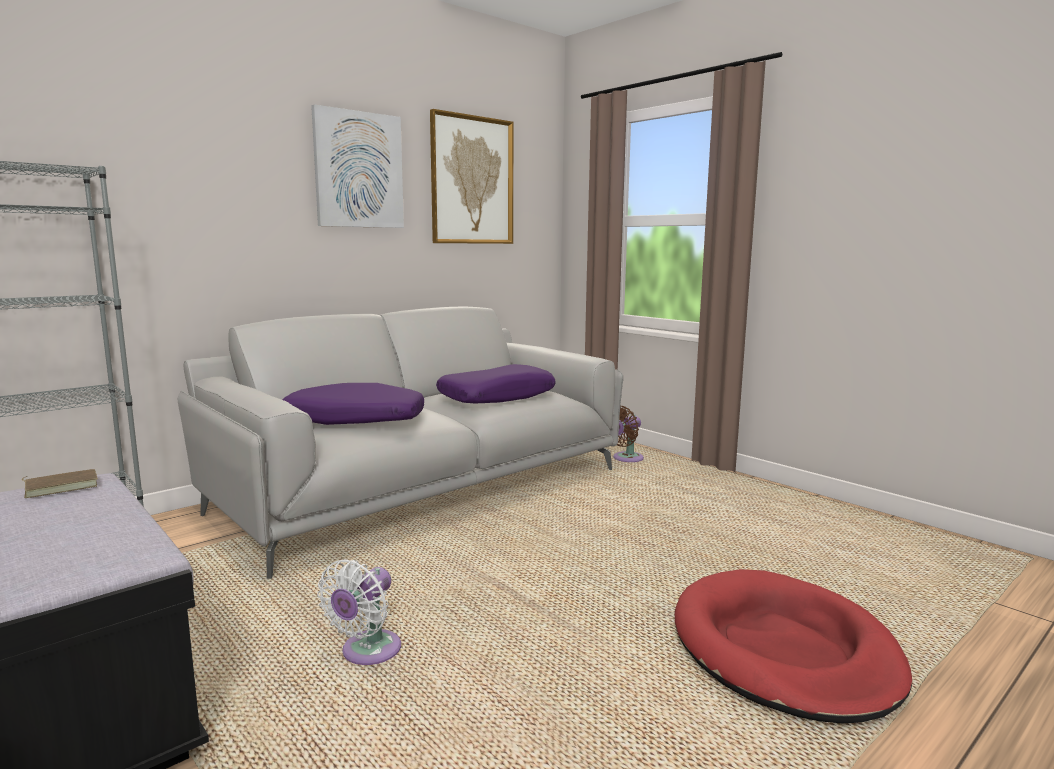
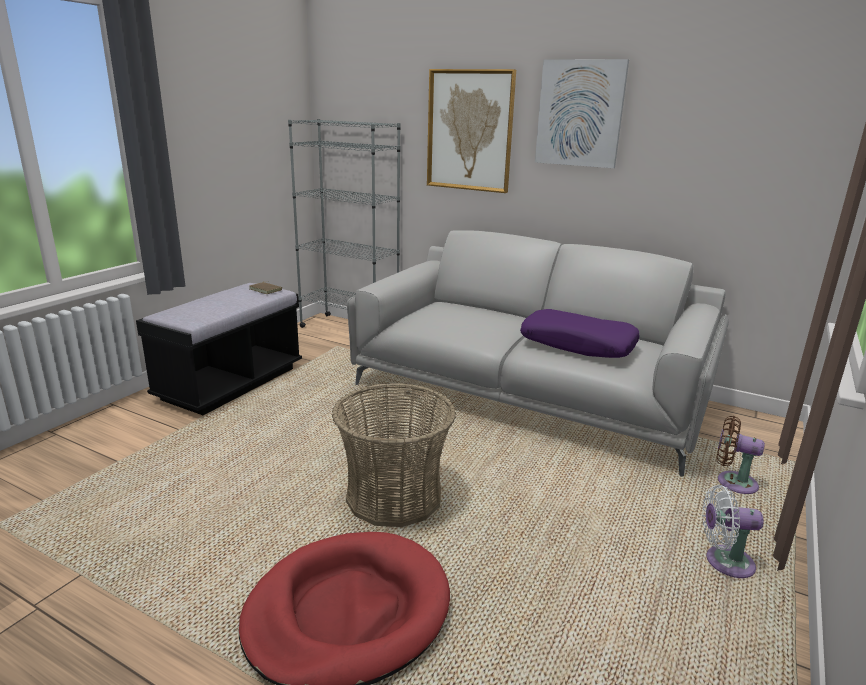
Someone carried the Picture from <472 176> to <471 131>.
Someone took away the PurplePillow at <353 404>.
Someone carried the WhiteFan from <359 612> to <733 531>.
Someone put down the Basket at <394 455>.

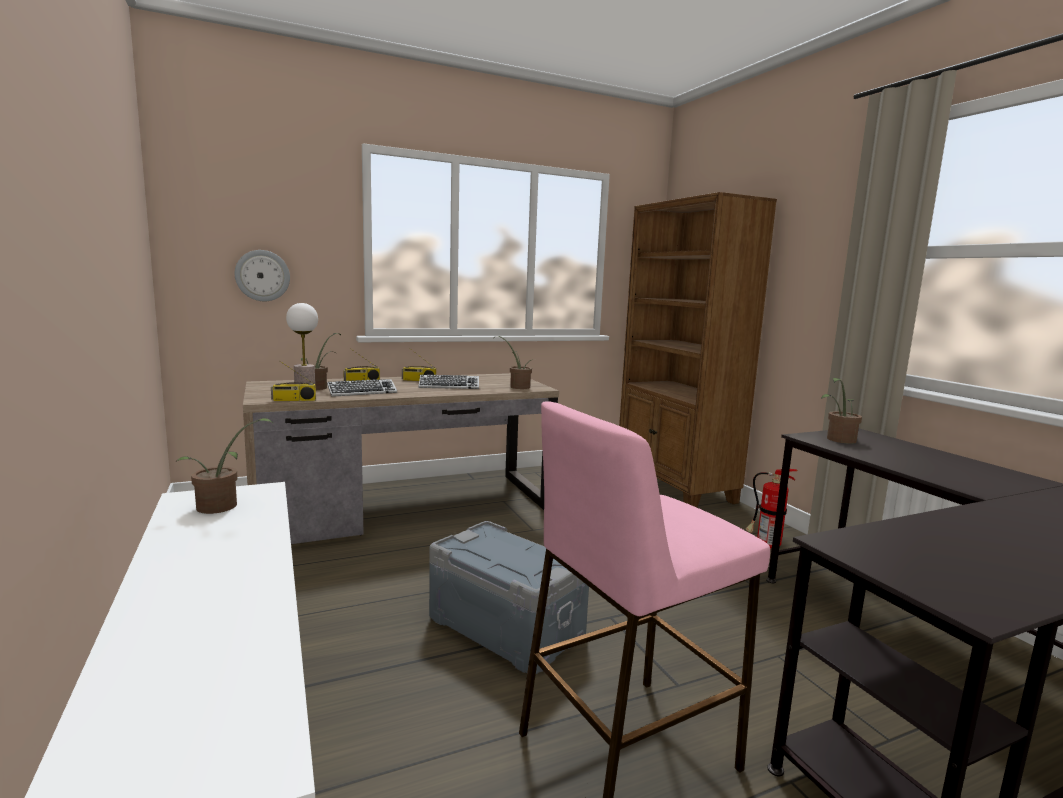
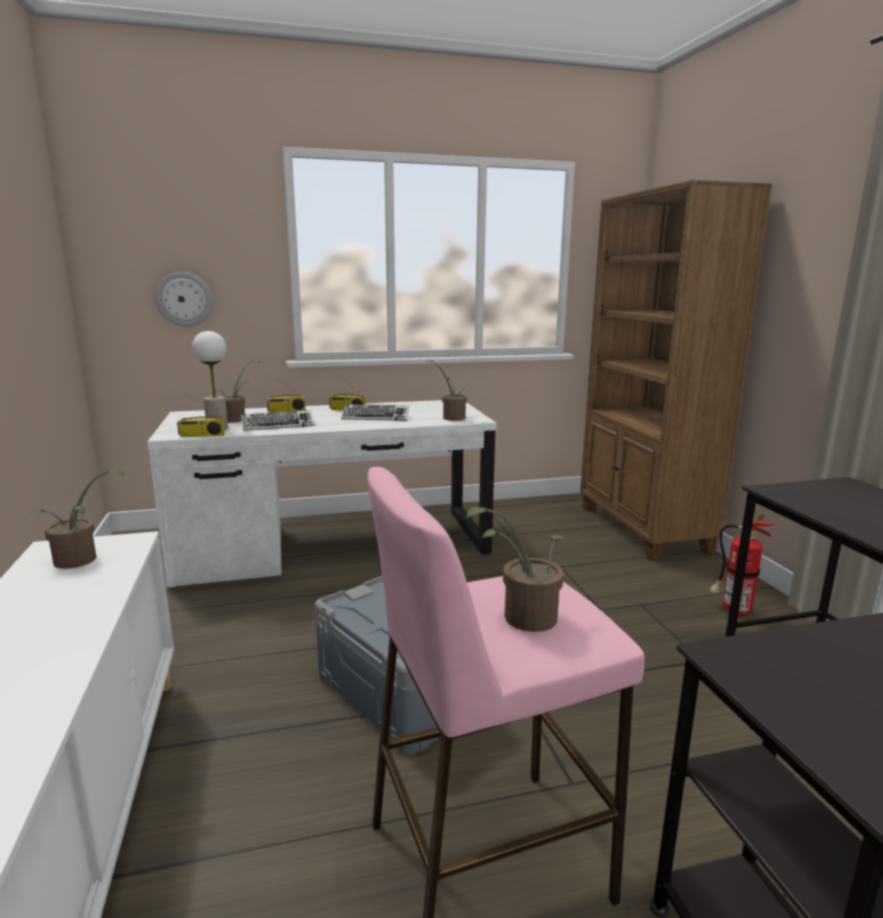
Someone repainted the BrownDesk at <401 458>, which became the WhiteDesk at <322 494>.
Someone carried the PottedPlant from <841 411> to <514 569>.

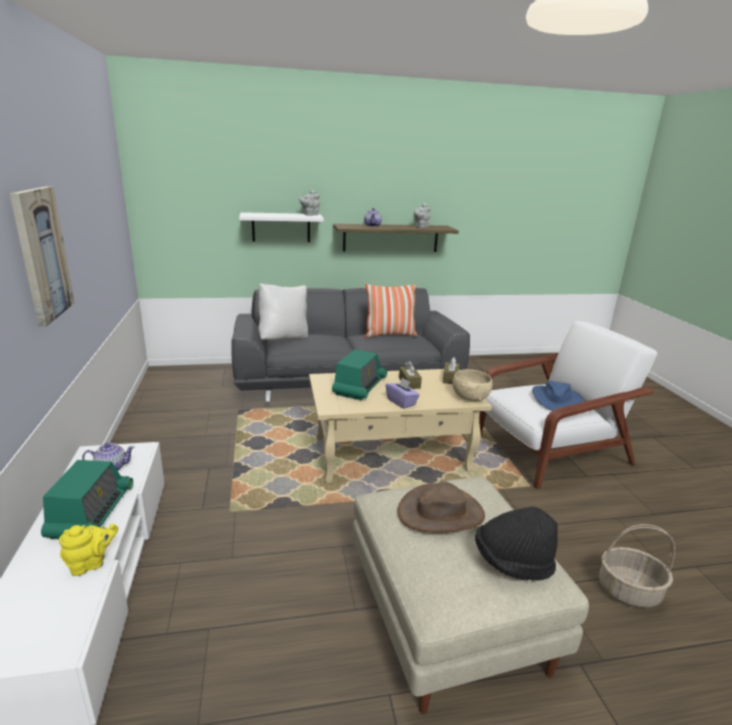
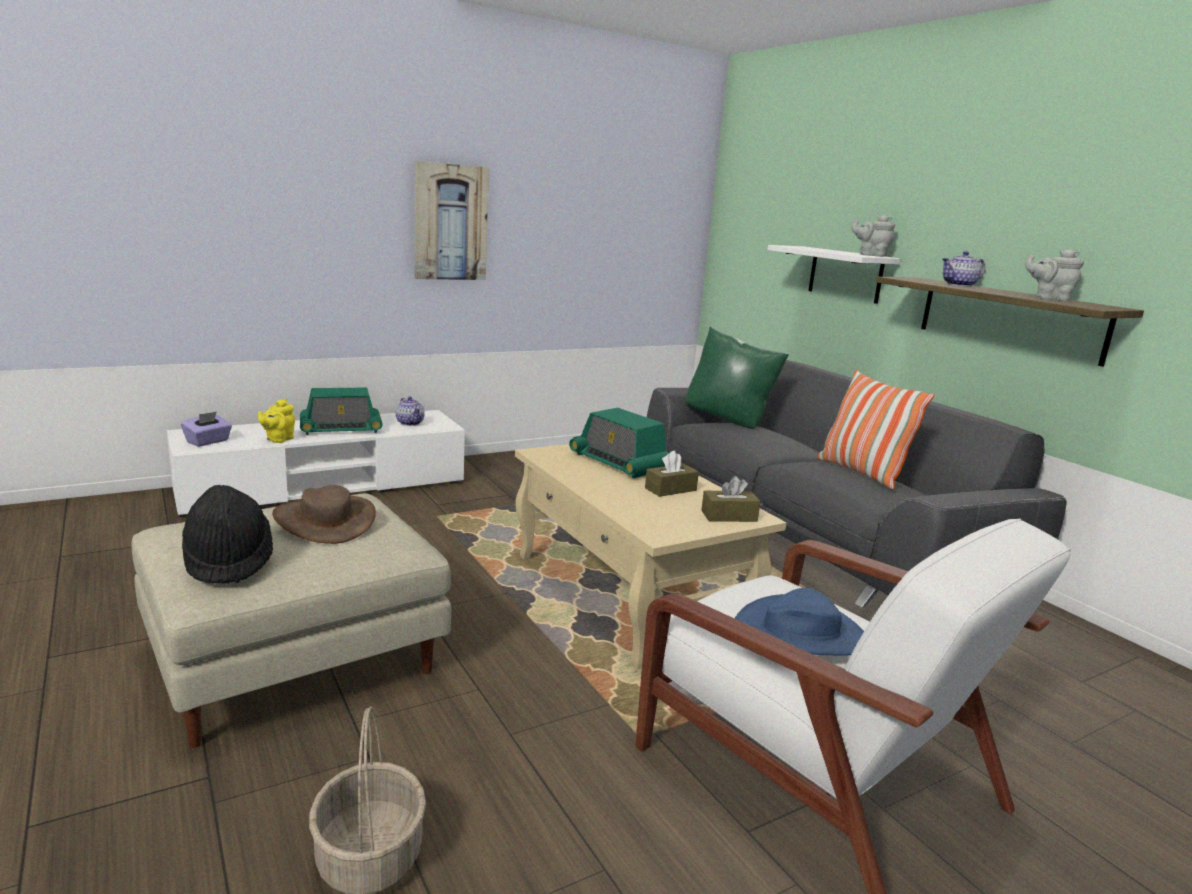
Someone repainted the WhitePillow at <283 311>, which became the GreenPillow at <737 377>.
Someone rotated the Radio at <359 375> by 45 degrees clockwise.
Someone took away the BeigeBowl at <472 385>.
Someone carried the PurpleTissueBox from <403 393> to <206 429>.
Someone rotated the YellowTeapot at <88 550> by 75 degrees clockwise.

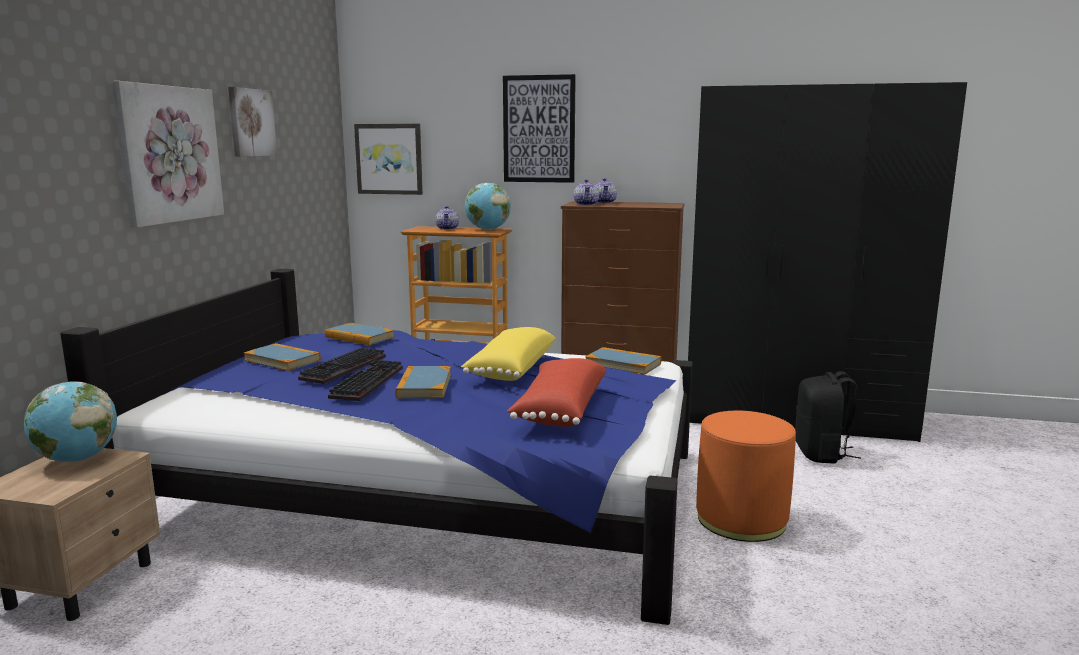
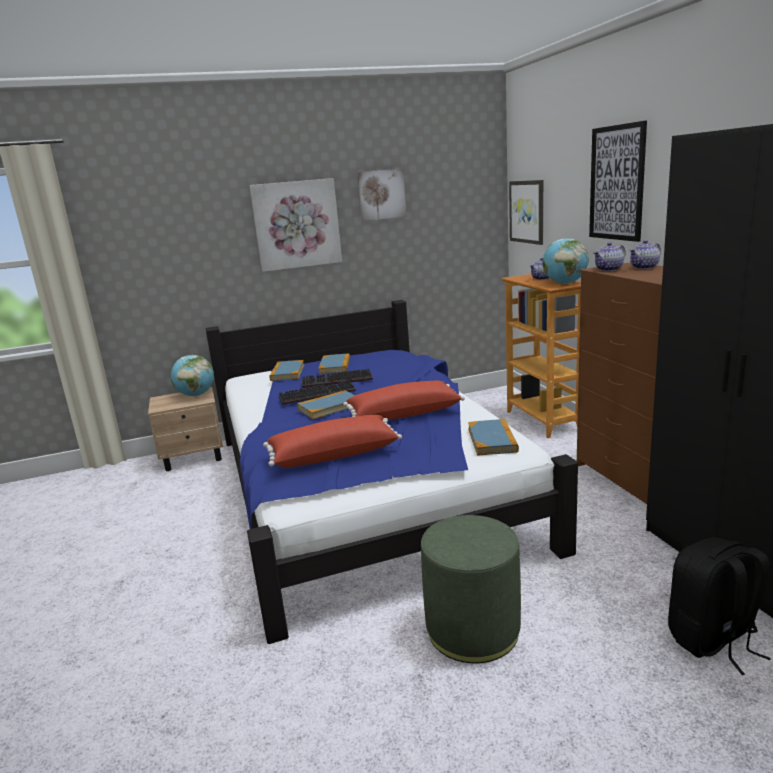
Someone carried the Book from <360 334> to <286 370>.
Someone repainted the YellowPillow at <508 354>, which became the RedPillow at <404 401>.
Someone repainted the OrangeOttoman at <746 476>, which became the GreenOttoman at <471 589>.

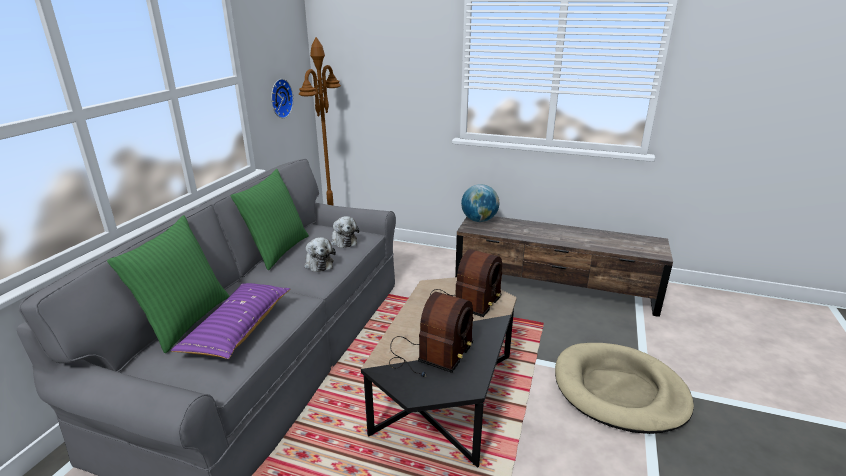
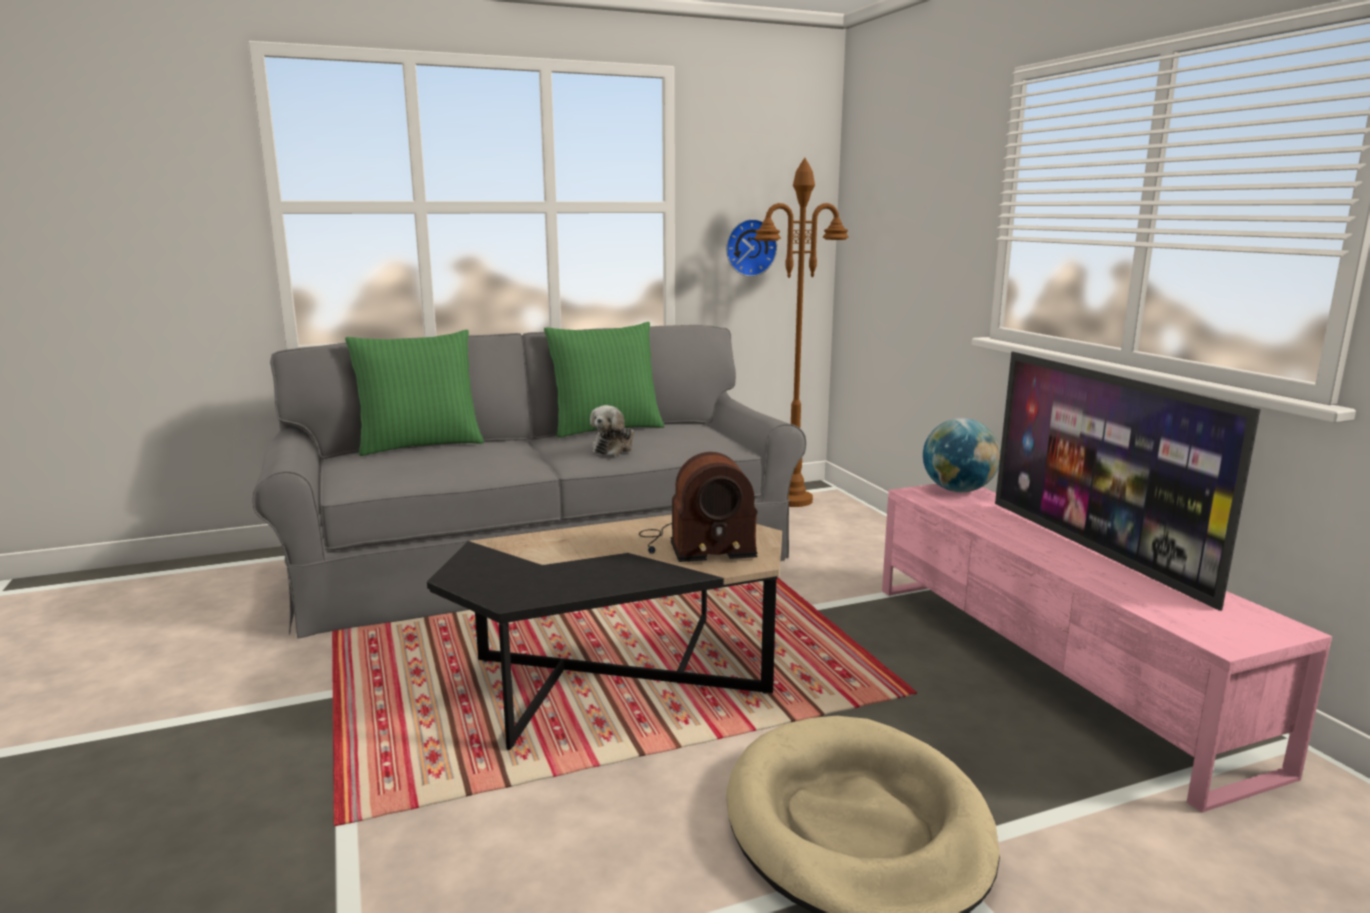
Someone took away the PlushToy at <345 232>.
Someone repainted the BrownTvStand at <564 266>, which became the PinkTvStand at <1107 648>.
Someone took away the PurplePillow at <230 321>.
Someone took away the Radio at <431 334>.
Someone put down the Television at <1128 481>.

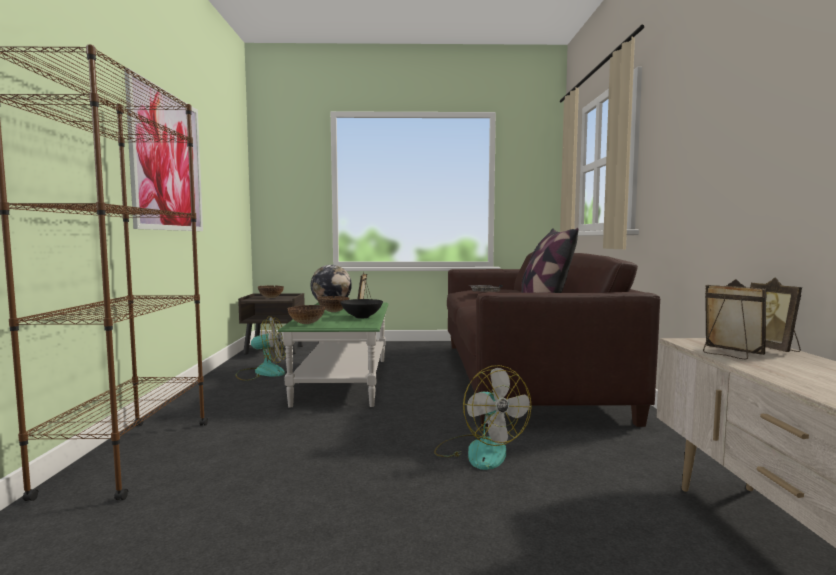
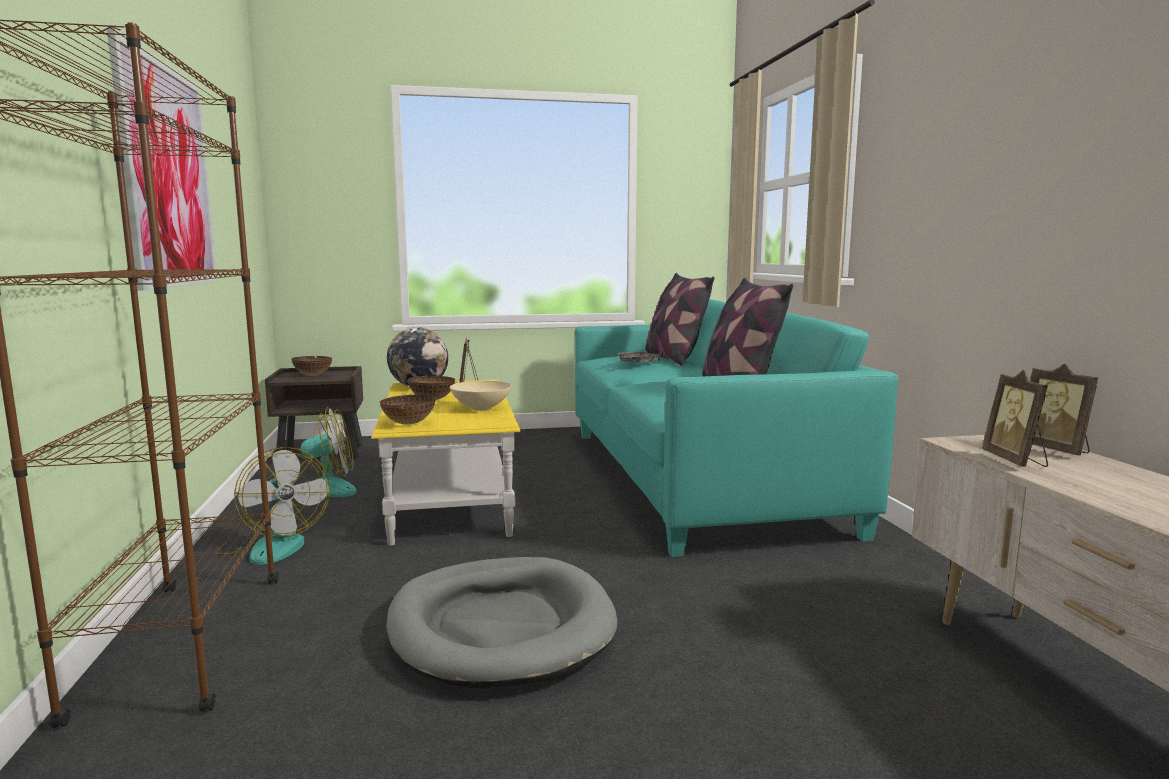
Someone repainted the BrownSofa at <553 340>, which became the TurquoiseSofa at <736 428>.
Someone rotated the PictureFrame at <734 319> by 135 degrees counterclockwise.
Someone repainted the BlackBowl at <362 309>, which became the BeigeBowl at <481 396>.
Someone repainted the GreenCoffeeTable at <333 355>, which became the YellowCoffeeTable at <446 462>.
Someone carried the Fan from <483 417> to <272 506>.
Someone put down the Pillow at <679 319>.
Someone put down the GreyDogBed at <501 622>.

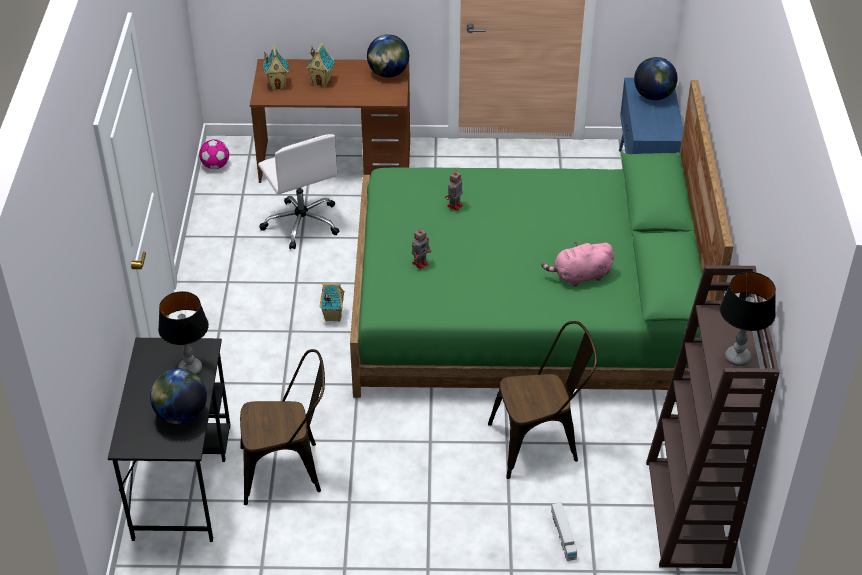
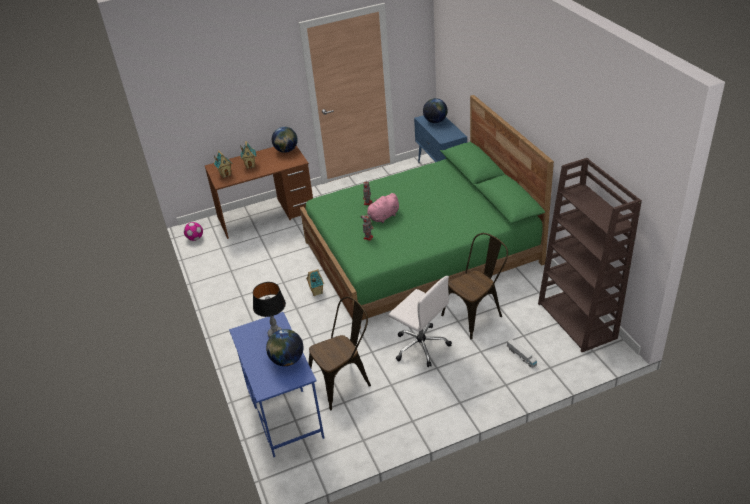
Someone carried the WhiteOfficeChair from <299 191> to <420 321>.
Someone carried the PinkPlushToy from <577 264> to <379 208>.
Someone took away the TableLamp at <748 319>.
Someone repainted the BlackDesk at <169 440>, which became the BlueDesk at <276 384>.

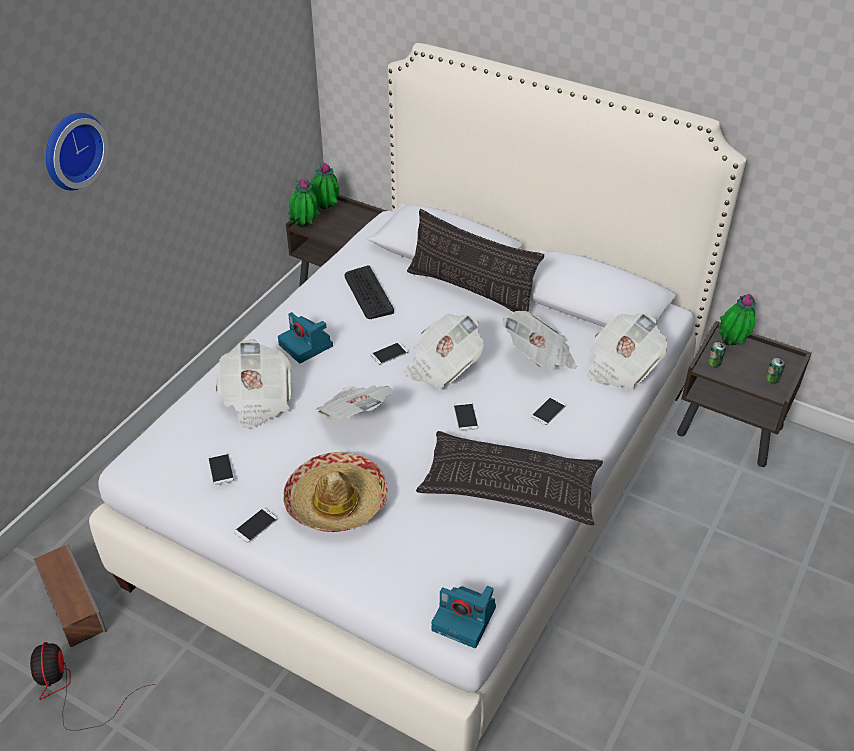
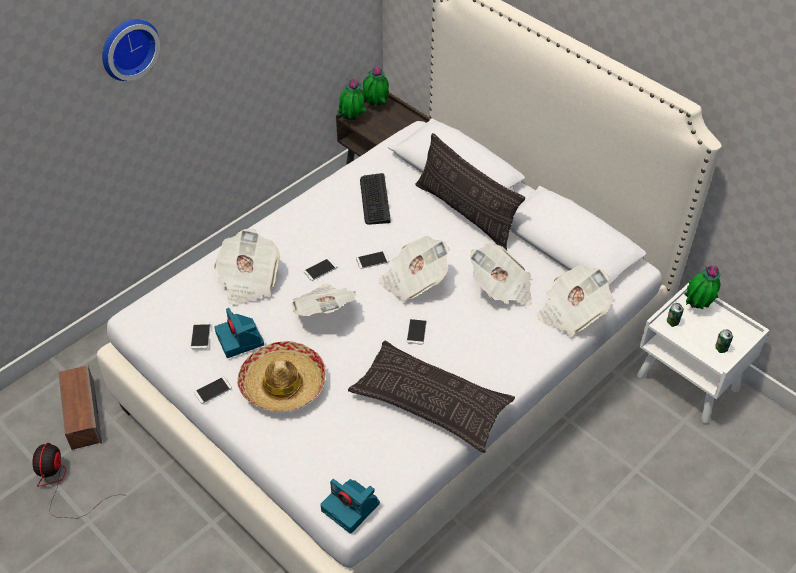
Someone carried the PhotoCamera from <305 338> to <239 333>.
Someone repainted the BrownNightstand at <744 394>, which became the WhiteNightstand at <703 353>.
Someone carried the Phone from <548 411> to <320 269>.

